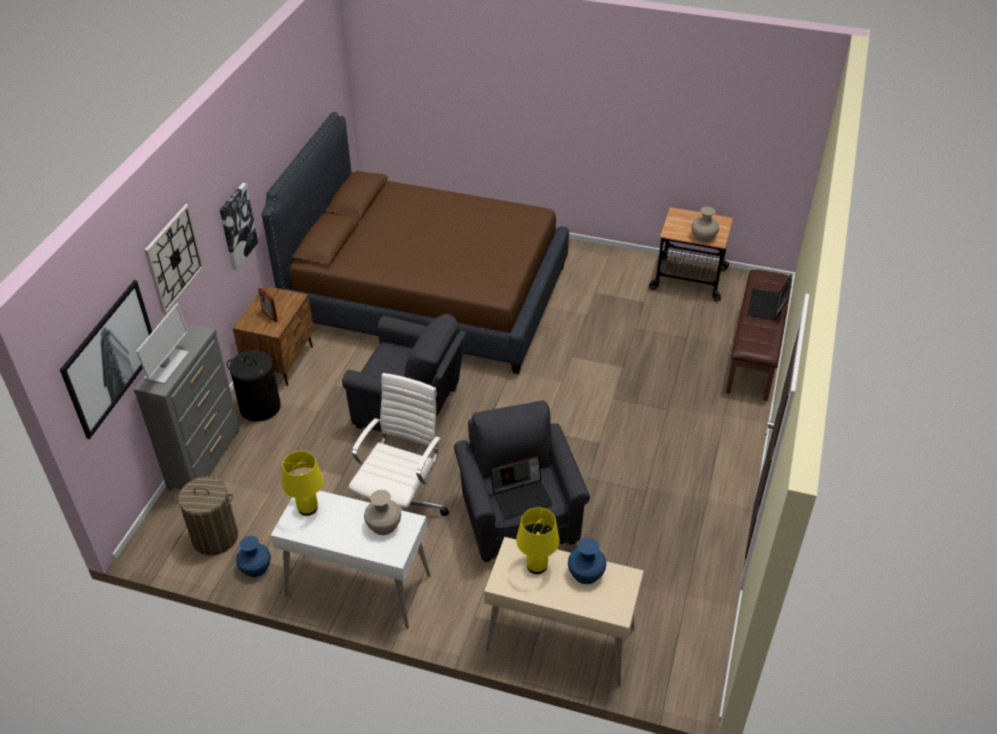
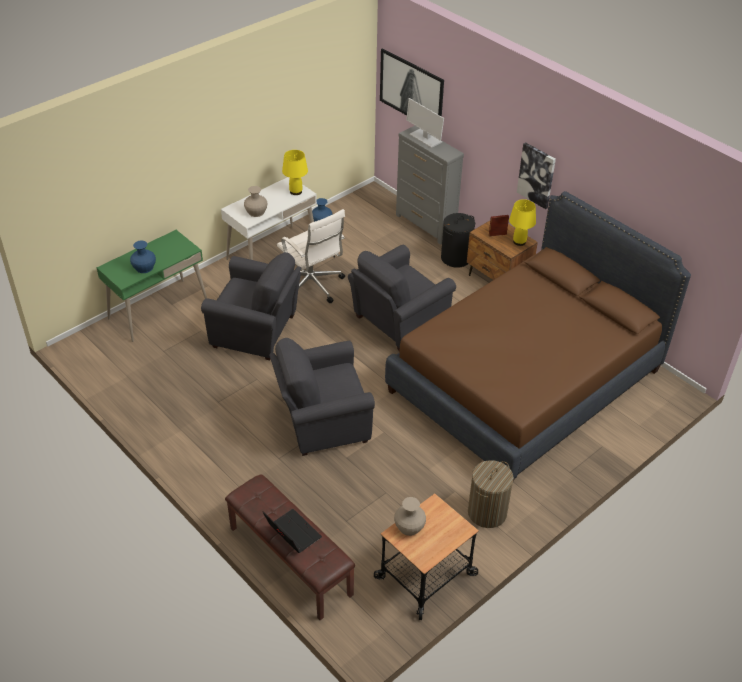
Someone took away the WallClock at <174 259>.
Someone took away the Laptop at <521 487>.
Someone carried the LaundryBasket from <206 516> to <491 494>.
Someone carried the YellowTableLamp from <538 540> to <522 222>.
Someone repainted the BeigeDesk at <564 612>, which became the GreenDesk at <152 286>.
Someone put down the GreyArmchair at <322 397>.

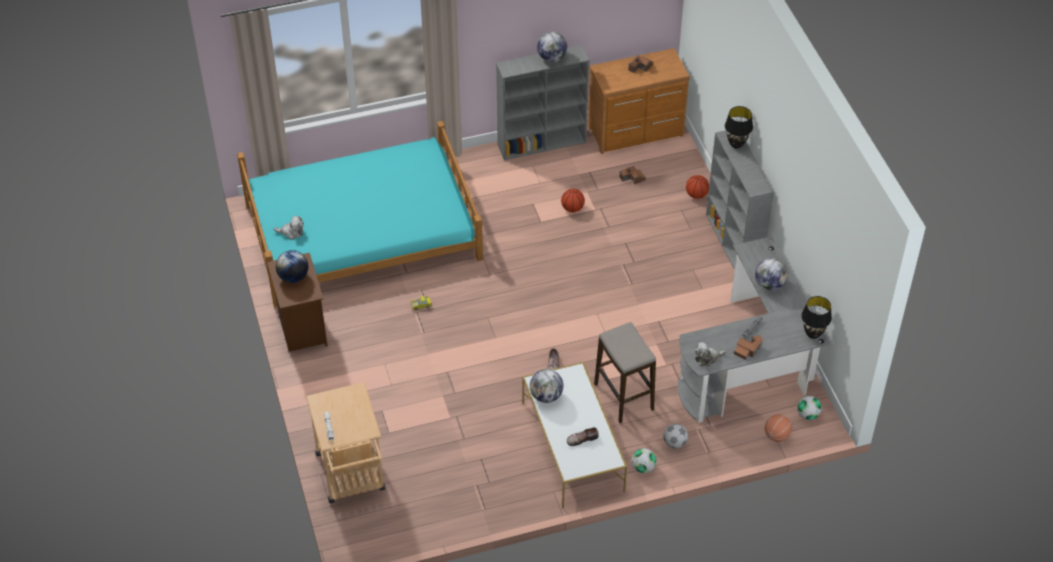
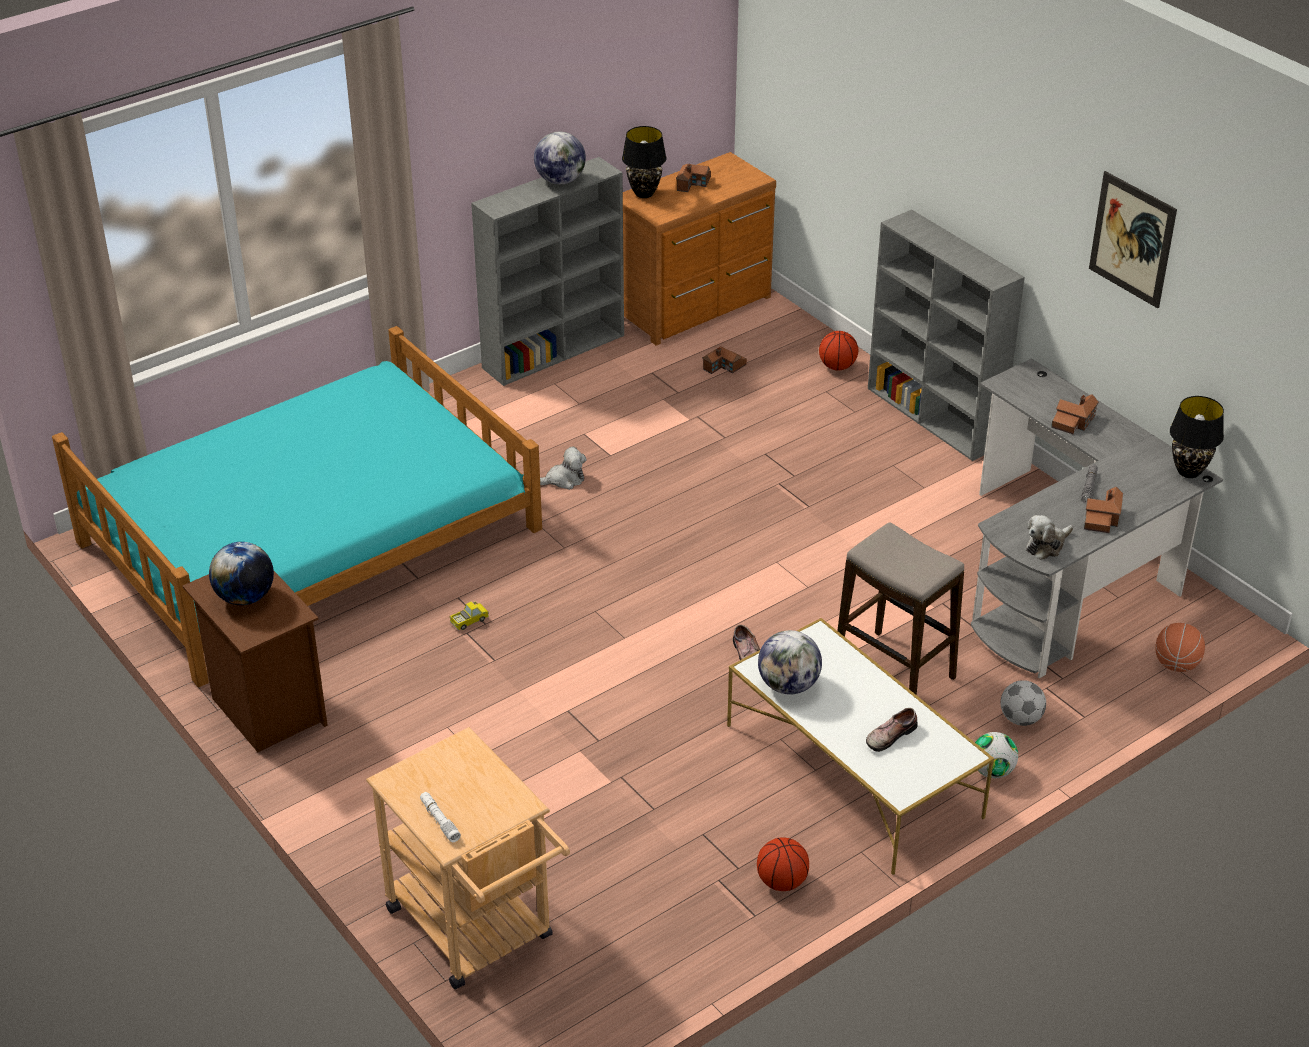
Someone carried the BlackTableLamp from <739 127> to <644 162>.
Someone carried the Basketball from <573 200> to <783 864>.
Someone carried the PlushToy from <289 228> to <563 468>.
Someone swapped the Globe at <771 274> for the ToyHouse at <1075 414>.
Someone took away the Football at <809 408>.
Someone put up the Picture at <1133 239>.

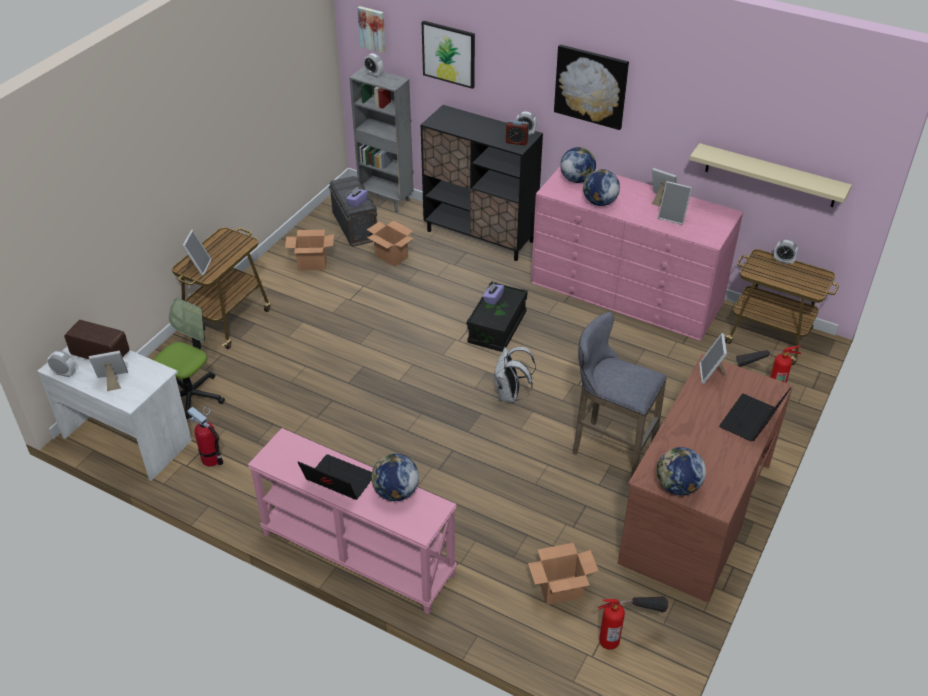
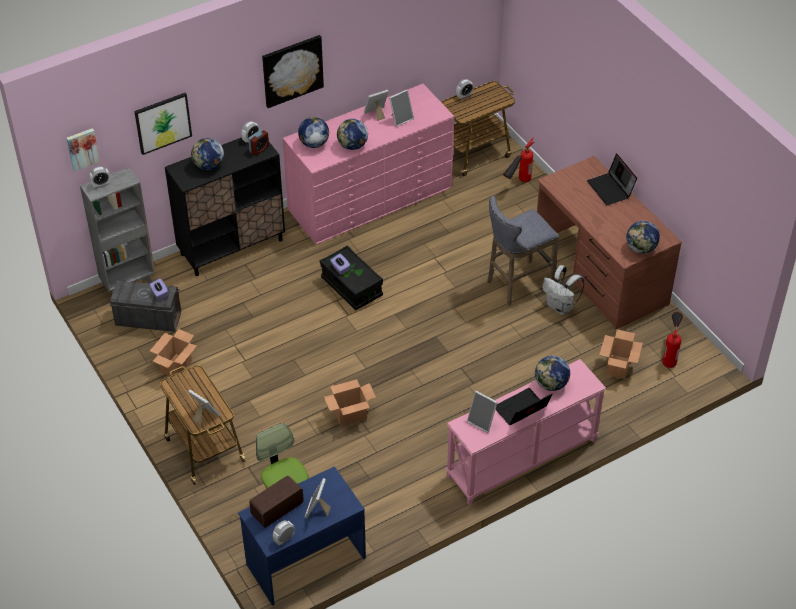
Someone took away the BeigeShelf at <771 175>.
Someone carried the CardboardBox from <390 244> to <350 402>.
Someone carried the PictureFrame from <713 358> to <482 412>.
Someone repainted the WhiteDesk at <114 413>, which became the BlueDesk at <302 536>.
Someone carried the WhiteBackpack from <515 374> to <563 290>.
Someone took away the FireExtinguisher at <205 437>.
Someone put down the Globe at <207 154>.

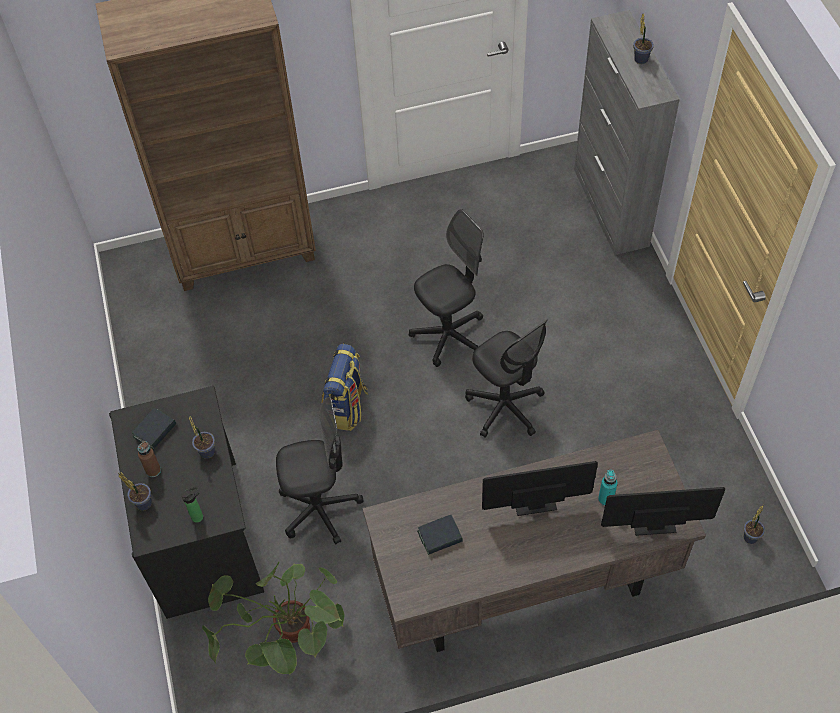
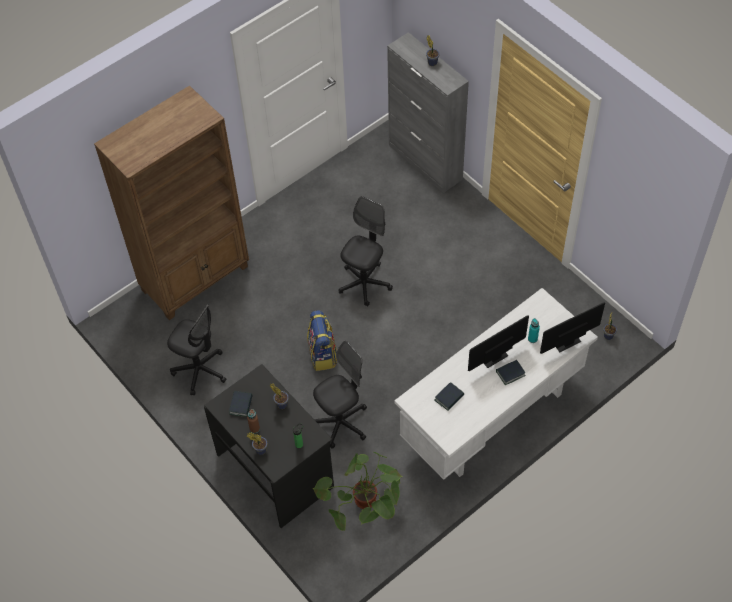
Someone carried the BlackOfficeChair from <506 379> to <196 350>.
Someone repainted the BrownDesk at <534 541>, which became the WhiteDesk at <496 384>.
Someone put down the Book at <511 372>.

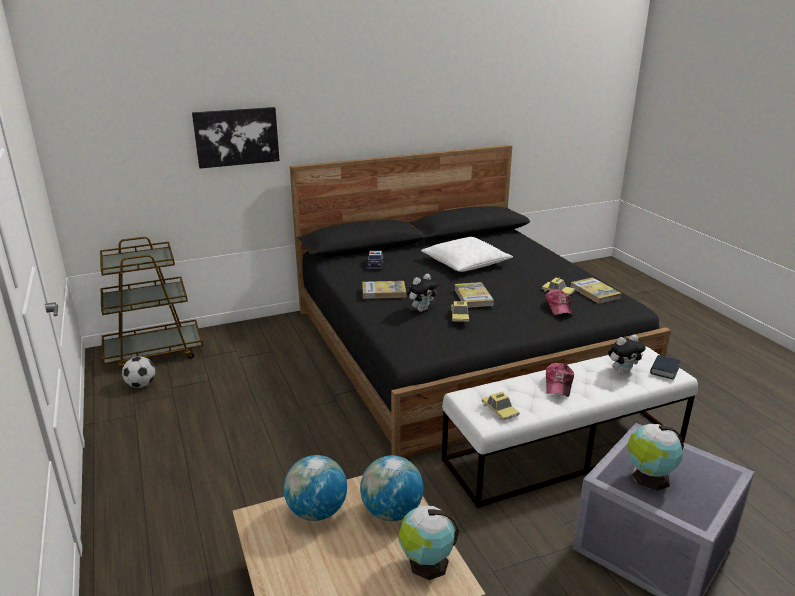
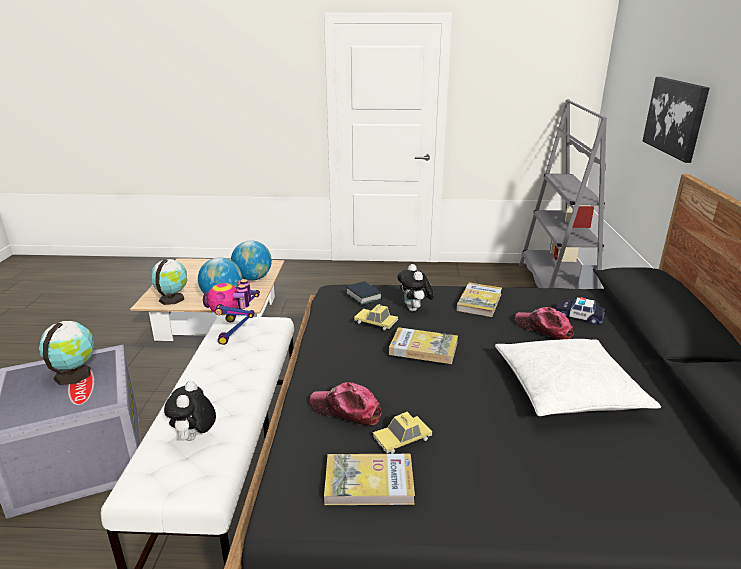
Someone swapped the BrownCart at <151 303> for the GreyBookcase at <563 194>.
Someone carried the Book from <665 367> to <364 293>.
Someone took away the Football at <138 372>.
Someone carried the Cap from <560 380> to <544 323>.
Someone swapped the ToyCar at <500 406> for the ToyRobot at <231 312>.

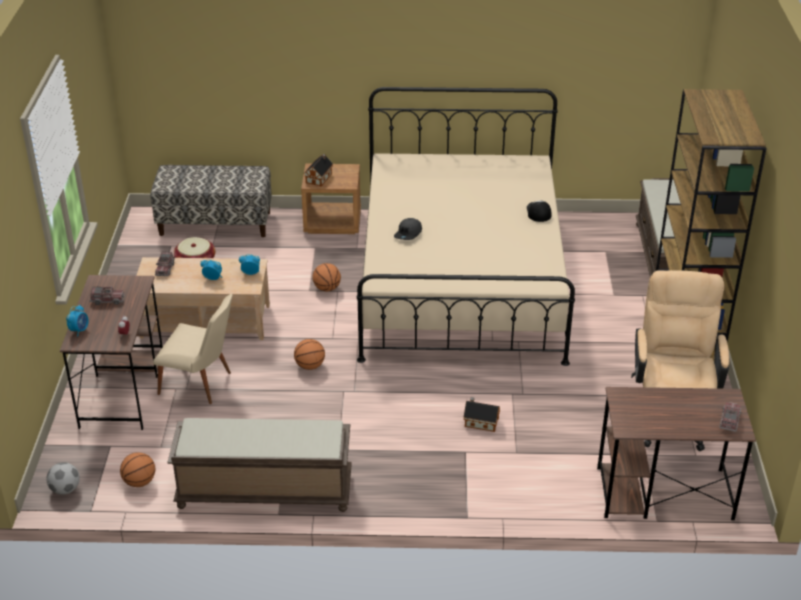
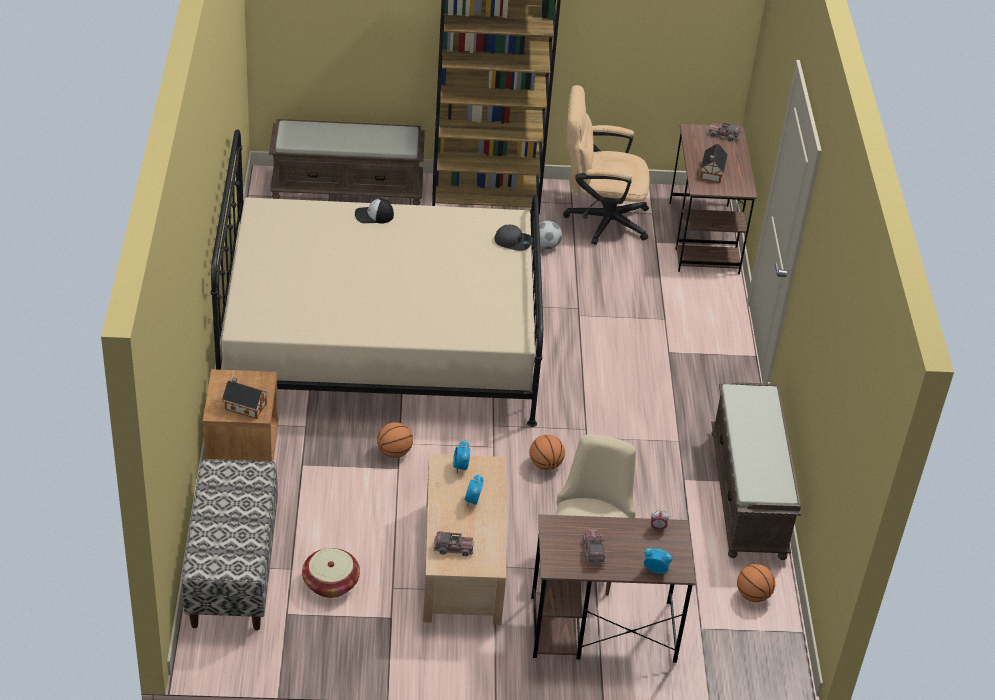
Someone carried the GreyCap from <408 229> to <514 238>.
Someone carried the ToyHouse from <481 414> to <714 163>.
Someone carried the Football from <63 478> to <550 235>.

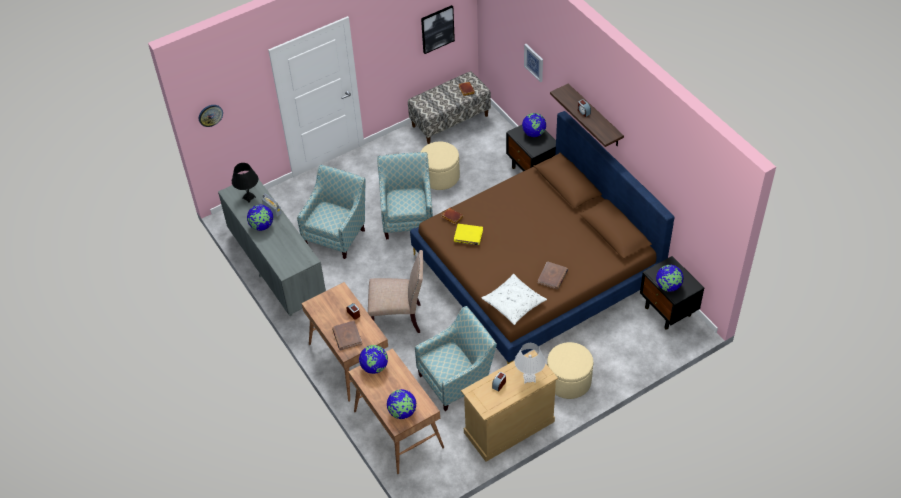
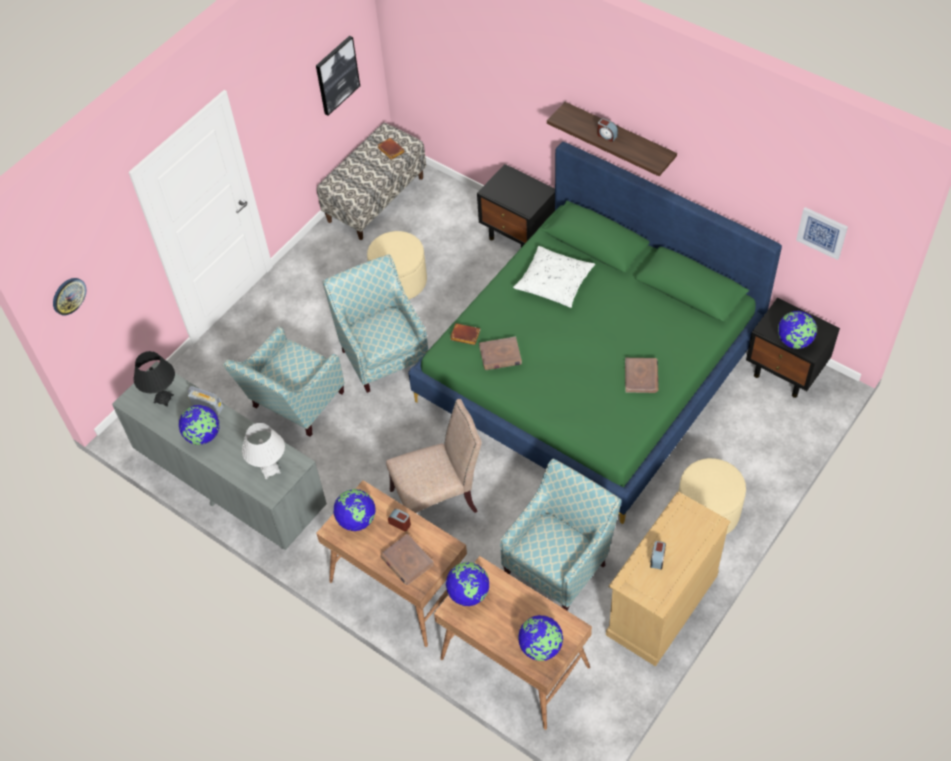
Someone carried the Picture from <533 63> to <822 233>.
Someone repainted the BrownBed at <542 238>, which became the GreenBed at <595 333>.
Someone carried the Globe from <534 125> to <355 510>.
Someone rotated the Armchair at <331 212> by 150 degrees counterclockwise.
Someone repainted the YellowBook at <468 234>, which became the BrownBook at <500 353>.
Someone carried the WhitePillow from <514 299> to <554 277>.
Someone carried the WhiteTableLamp from <530 363> to <263 451>.

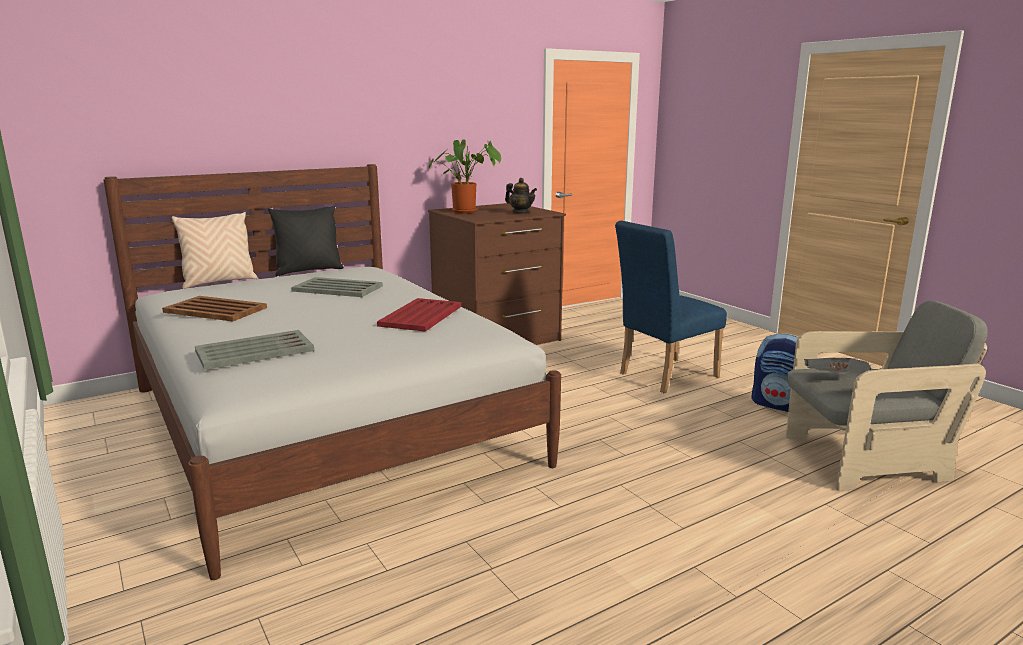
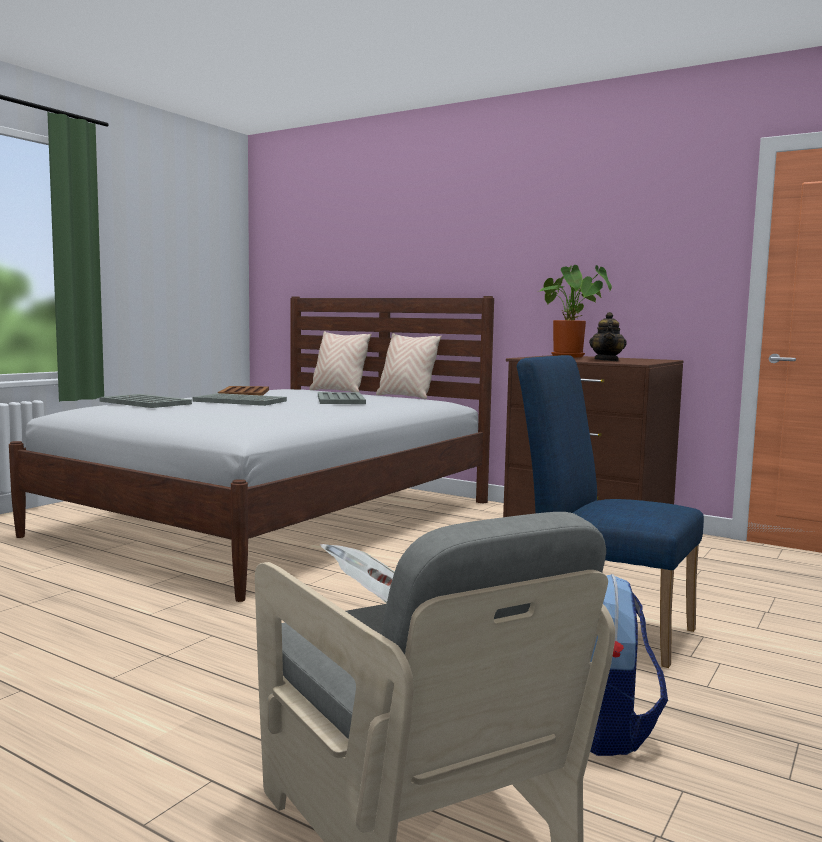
Someone repainted the BlackPillow at <306 241>, which became the BeigePillow at <409 366>.
Someone took away the RedTray at <419 315>.
Someone put down the GreyTray at <239 399>.

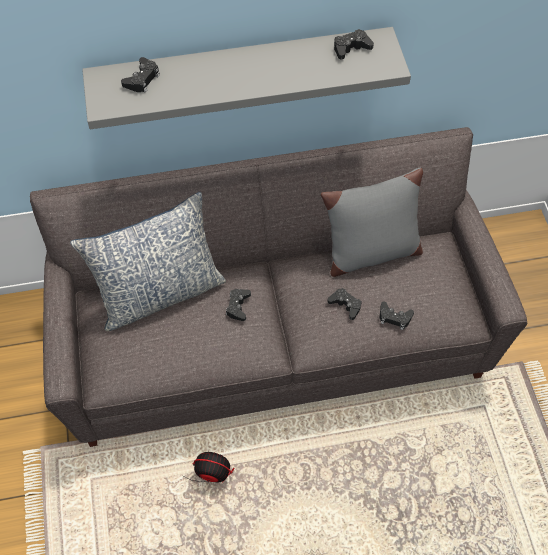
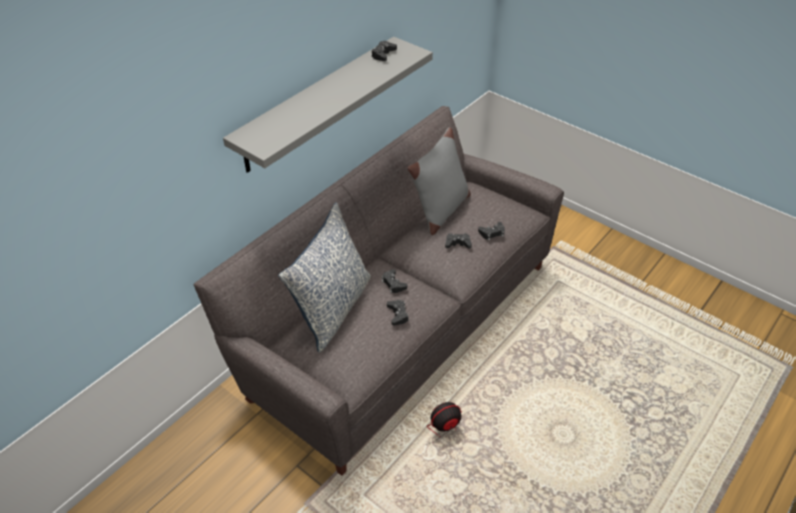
Someone carried the BlackGameController from <140 75> to <398 313>.

